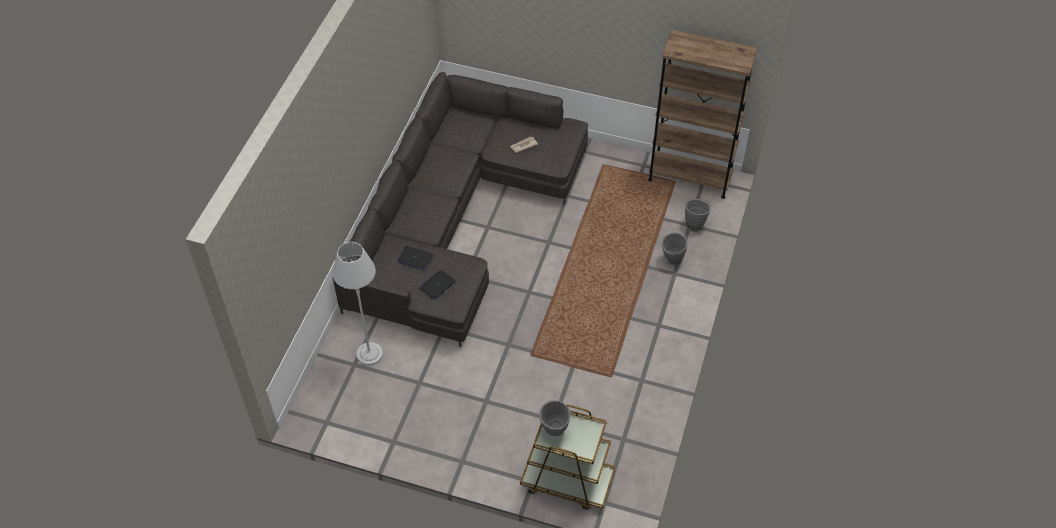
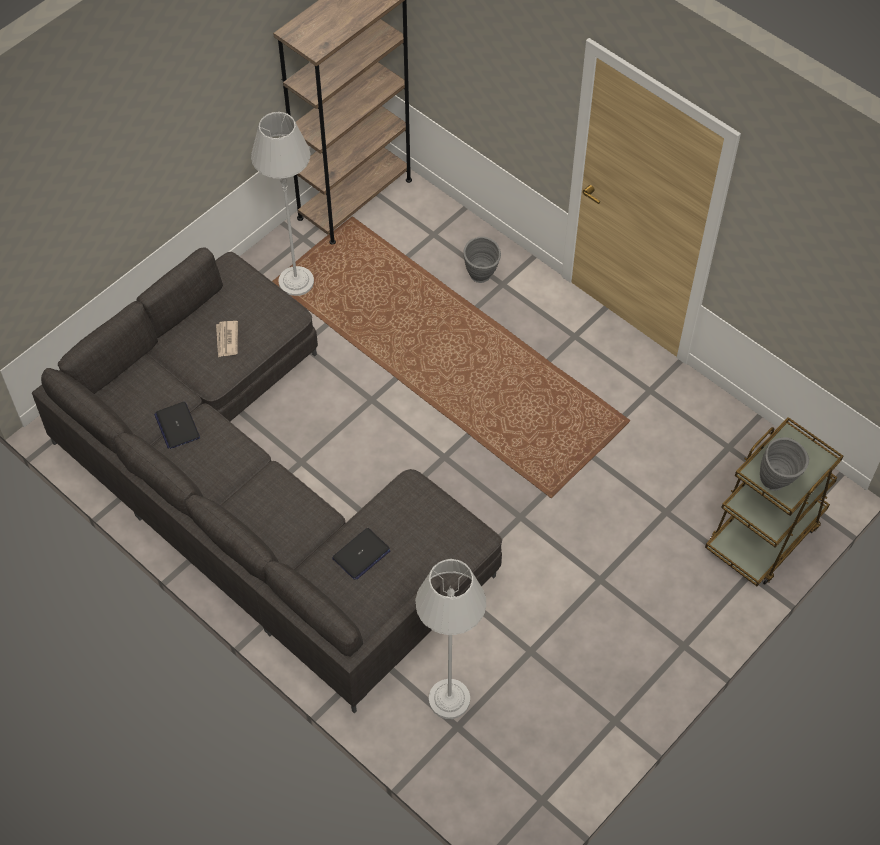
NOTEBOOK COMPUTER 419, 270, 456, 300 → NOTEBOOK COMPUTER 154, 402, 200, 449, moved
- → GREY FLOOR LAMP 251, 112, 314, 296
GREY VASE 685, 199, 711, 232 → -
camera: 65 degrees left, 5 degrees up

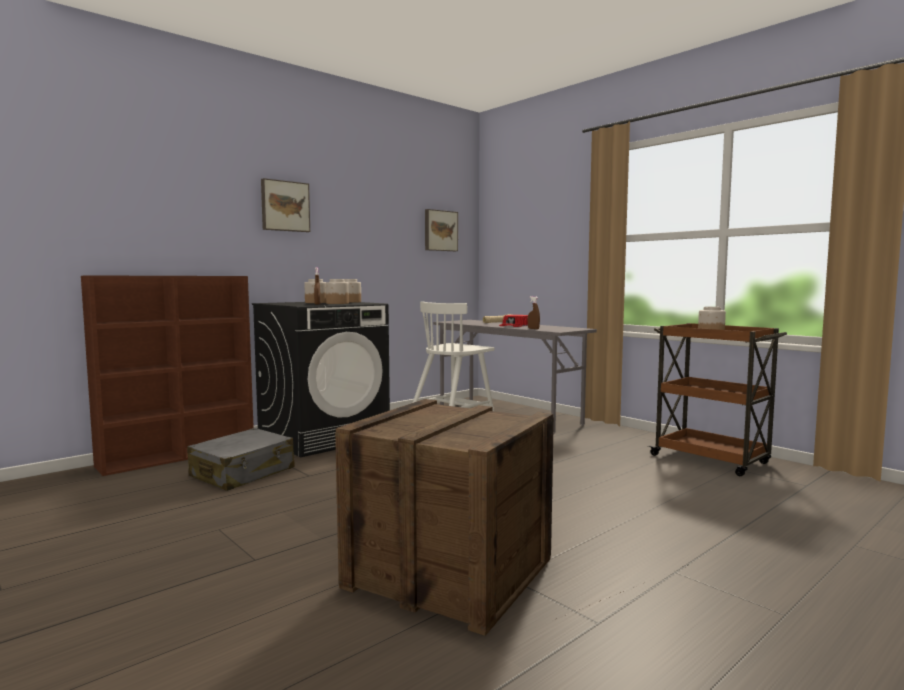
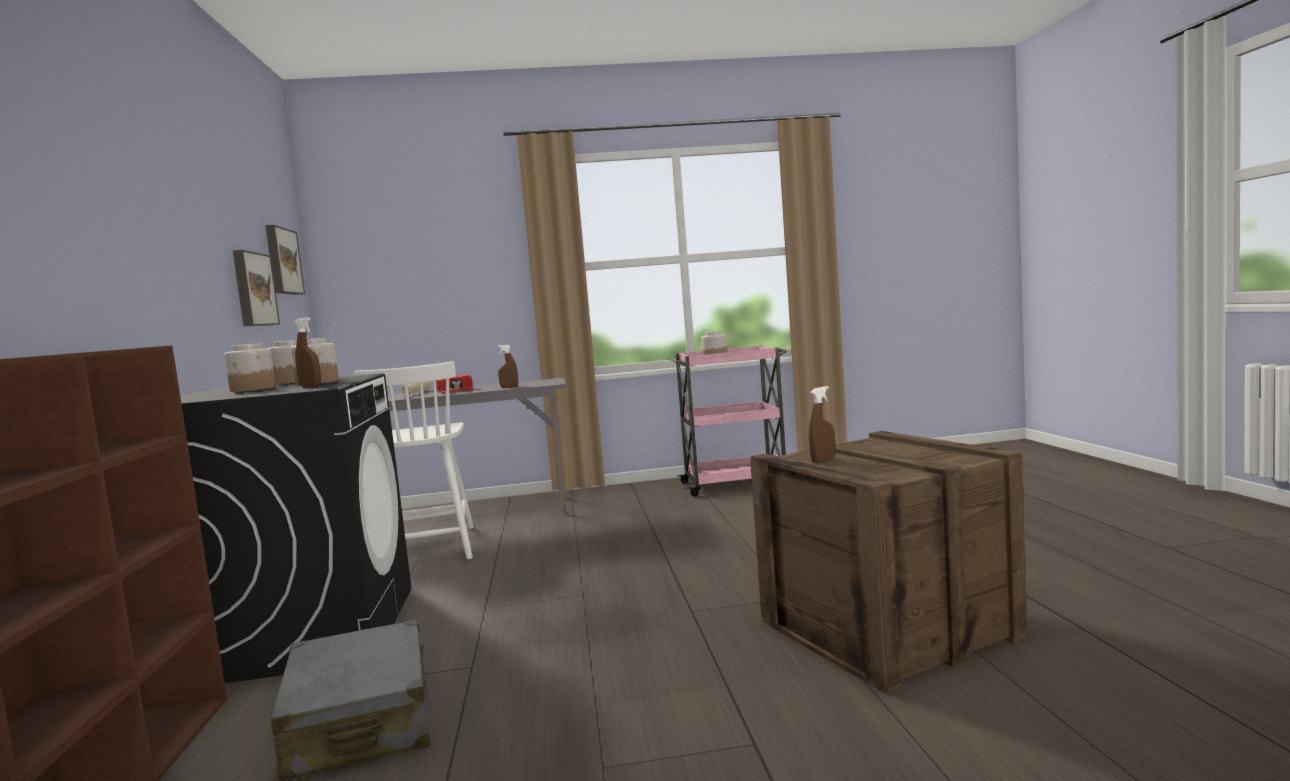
PICTURE 261, 178, 310, 232 → PICTURE 233, 250, 280, 326, moved
BROWN TROLLEY 648, 323, 787, 476 → PINK TROLLEY 668, 345, 787, 496
- → BROWN SPRAYER 808, 386, 835, 463
camera: 55 degrees left, 0 degrees up

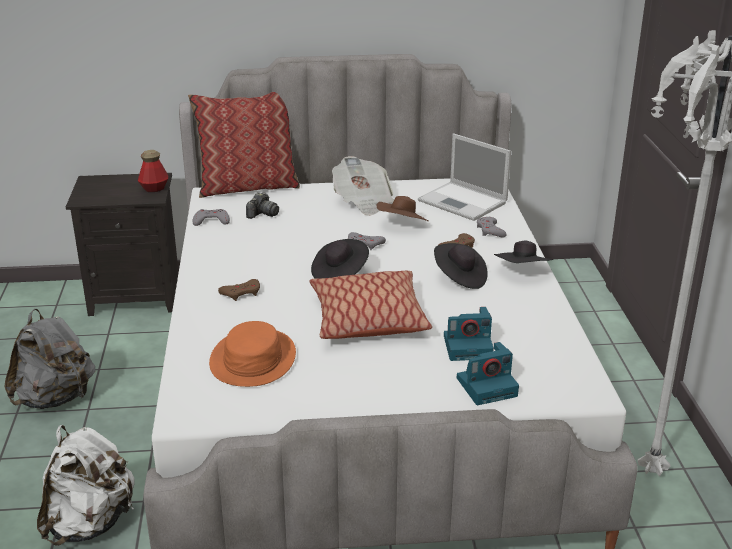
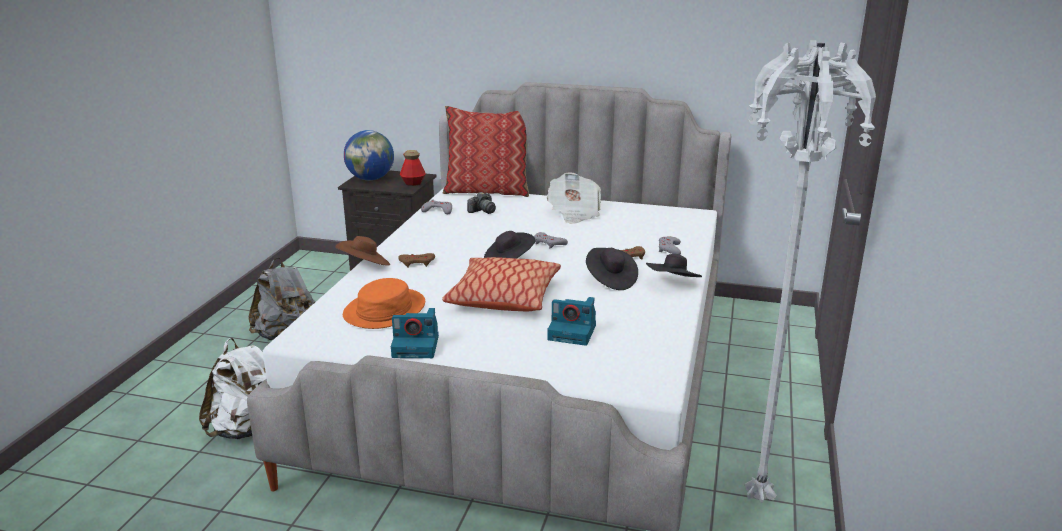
BROWN CLOTHING HAT 376, 196, 429, 221 → BROWN CLOTHING HAT 335, 236, 390, 266, moved
- → DESK GLOBE 344, 130, 394, 180
PHOTO CAMERA 457, 342, 519, 405 → PHOTO CAMERA 391, 308, 439, 358, moved
NOTEBOOK COMPUTER 418, 134, 511, 221 → -
camera: 20 degrees right, 5 degrees down

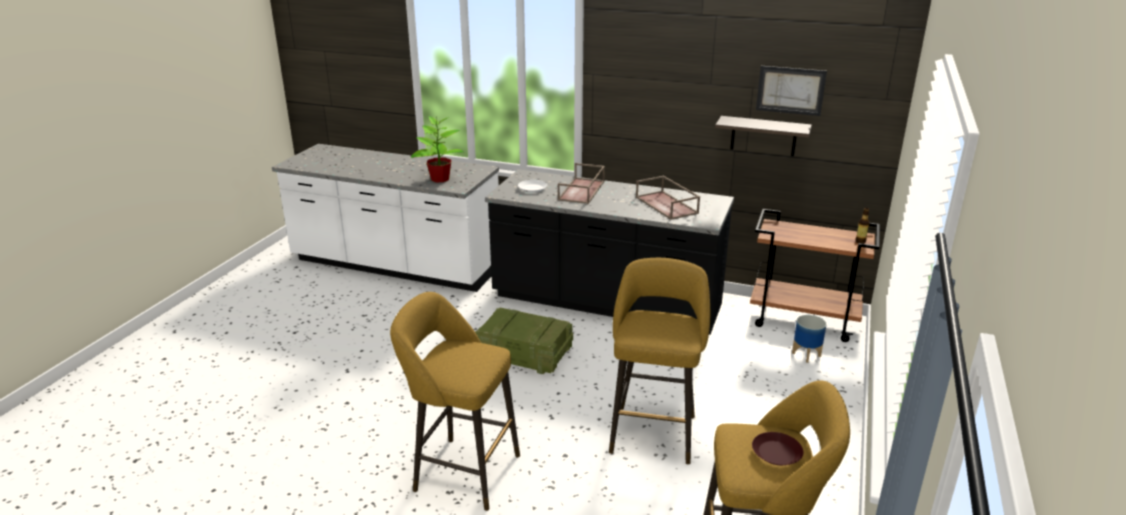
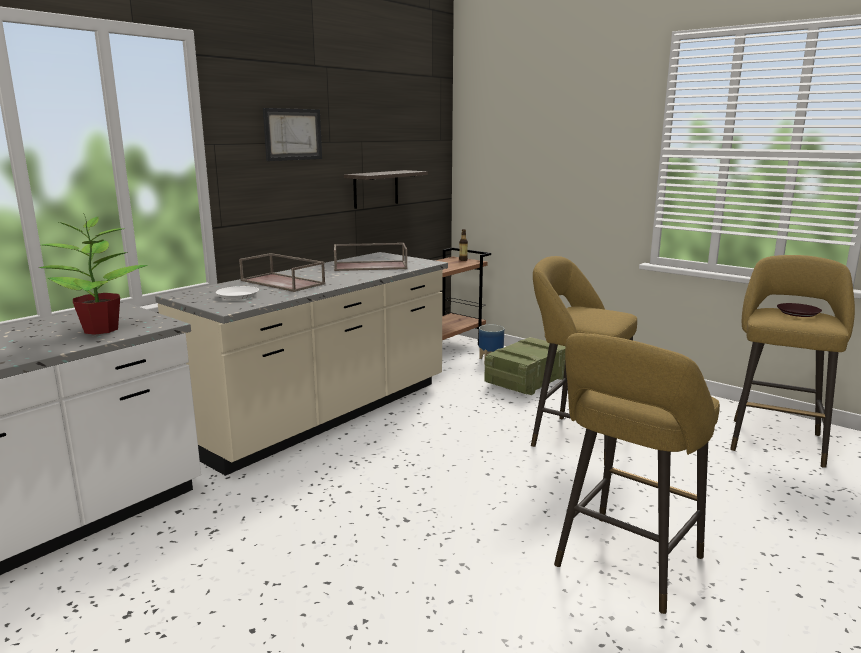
BLACK-COLOURED KITCHEN COUNTER 485, 169, 734, 335 → BEIGE-COLOURED KITCHEN COUNTER 155, 252, 448, 476
PICTURE 756, 66, 827, 116 → PICTURE 263, 108, 322, 161, moved
PACKING CRATE 475, 307, 573, 374 → PACKING CRATE 484, 337, 565, 395, moved
camera: 70 degrees left, 10 degrees down

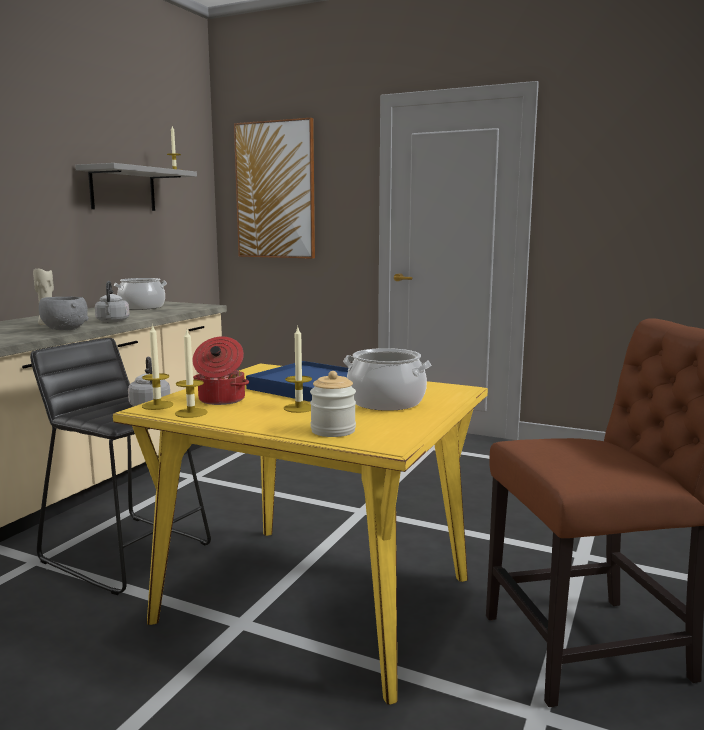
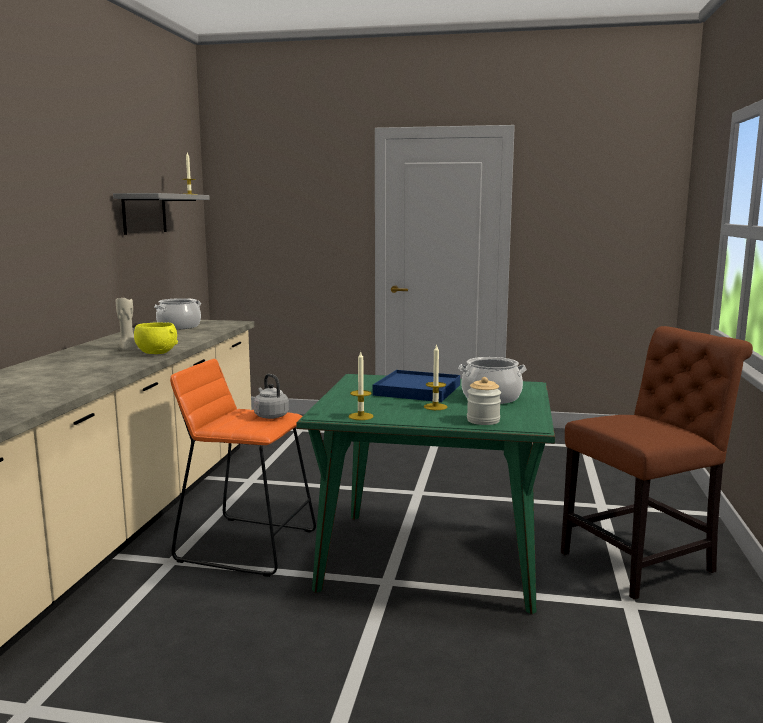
GREY DEEP DISH 39, 297, 89, 330 → YELLOWISH DEEP DISH 134, 322, 178, 354
BLACK-COLOURED STOOL 30, 338, 211, 595 → ORANGE-COLOURED STOOL 170, 359, 316, 577
YELLOWISH DINNER TABLE 113, 364, 488, 705 → GREEN-COLOURED DINNER TABLE 297, 374, 555, 614
GREY KETTLE 95, 281, 130, 322 → -
WAX LIGHT 142, 324, 173, 410 → -
STOCKPOT 193, 336, 249, 405 → -
PICTURE 234, 118, 315, 259 → -
camera: 15 degrees left, 0 degrees up

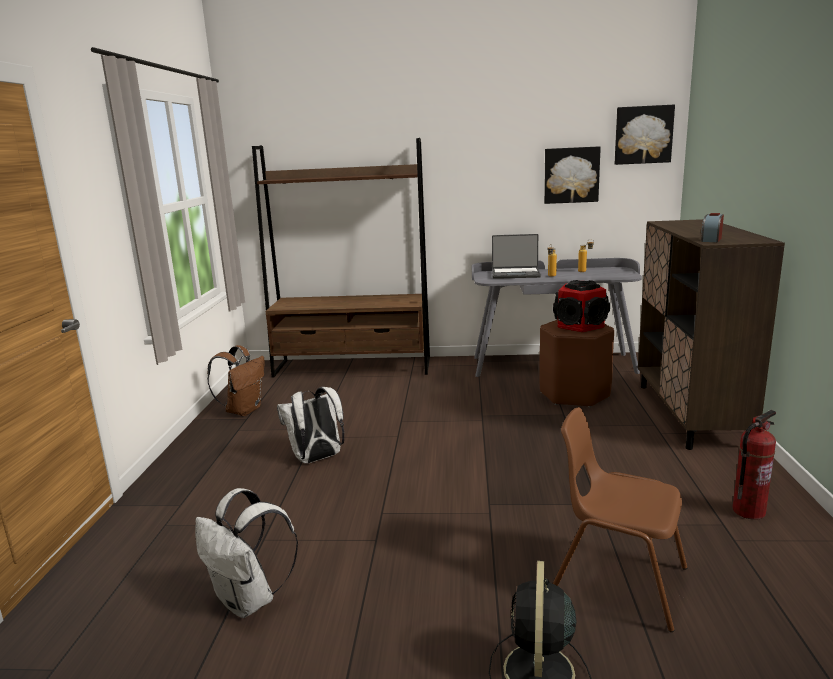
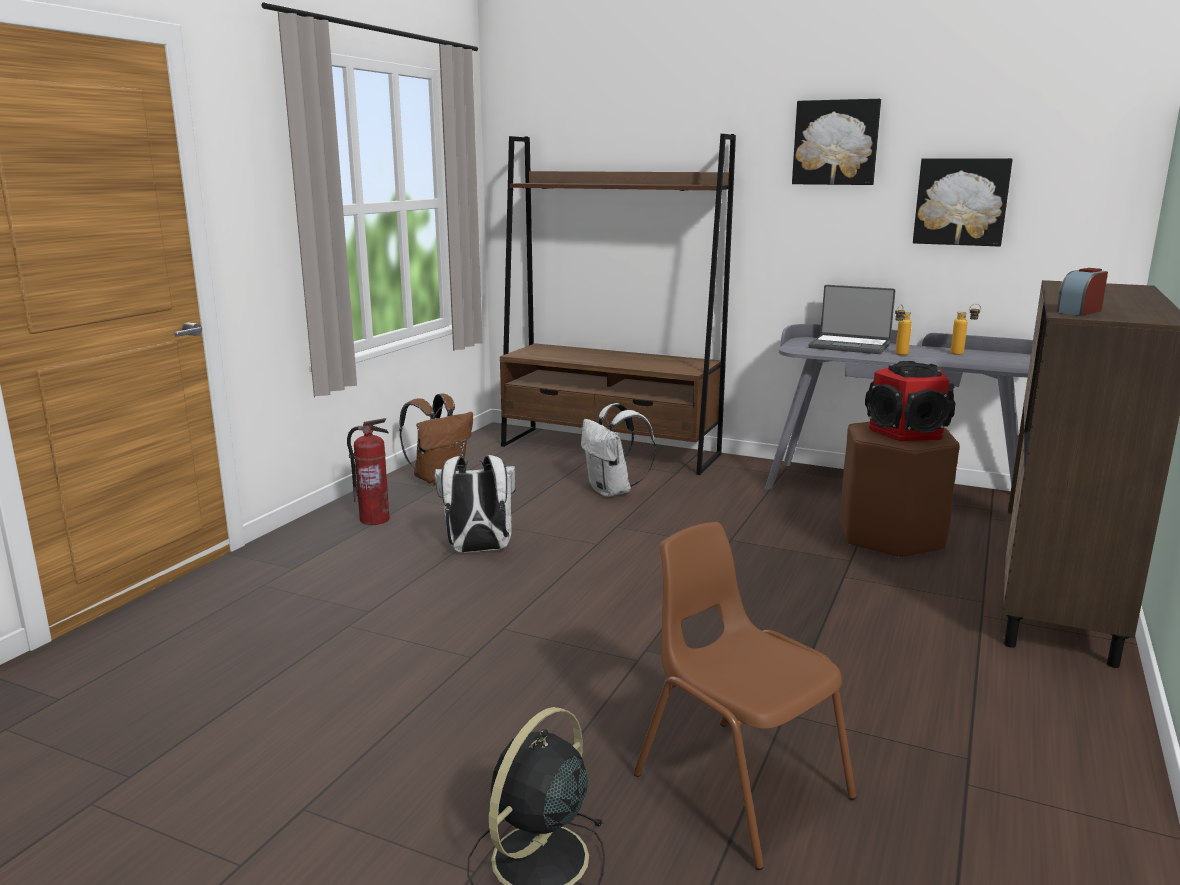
FIRE EXTINGUISHER 732, 410, 776, 520 → FIRE EXTINGUISHER 347, 418, 390, 525, moved
WHITE KNAPSACK 195, 488, 298, 618 → WHITE KNAPSACK 581, 403, 656, 497, moved
PICTURE 615, 105, 675, 165 → PICTURE 792, 99, 881, 185, moved
camera: 20 degrees right, 0 degrees up

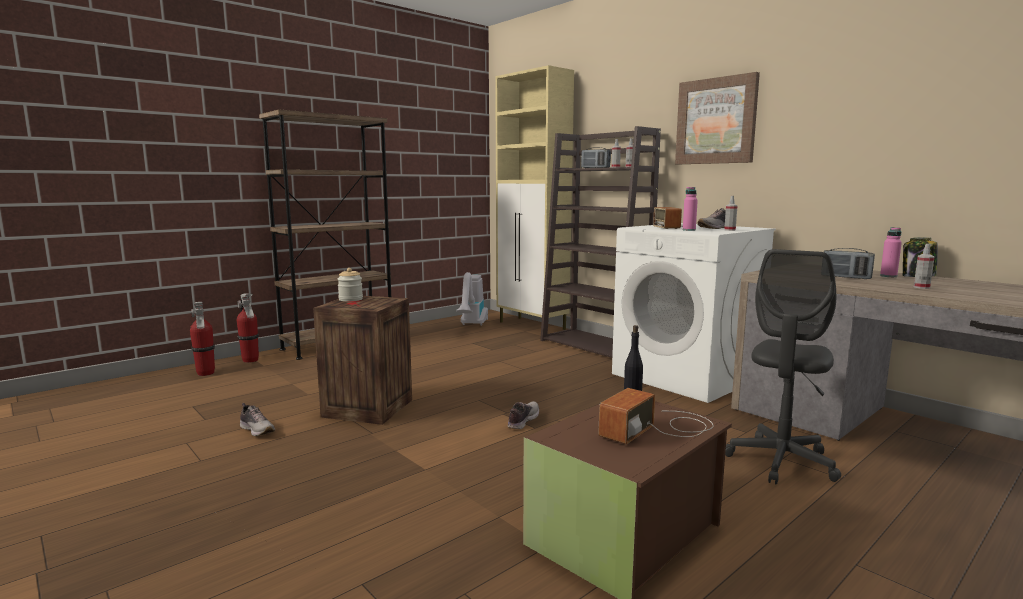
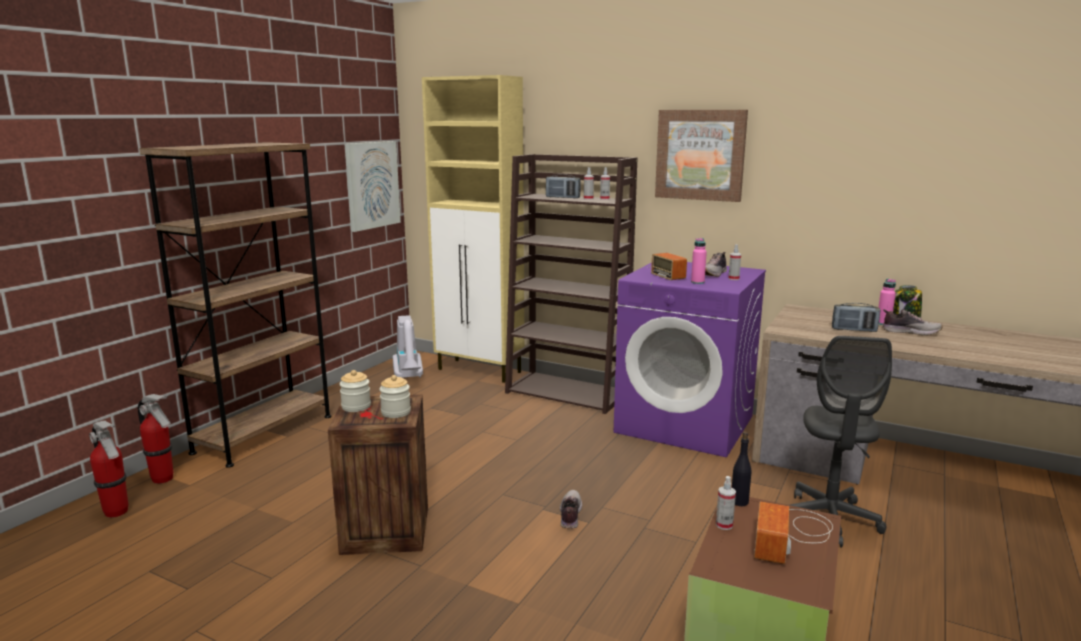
- → PICTURE 344, 141, 401, 232
- → PRESERVE JAR 379, 375, 411, 418
WHITE LAUNDRY APPLIANCE 612, 223, 776, 403 → PURPLE LAUNDRY APPLIANCE 614, 262, 766, 458
SPRAYER 914, 244, 935, 289 → SPRAYER 716, 476, 736, 530, moved
ITEM OF FOOTWEAR 240, 403, 275, 436 → ITEM OF FOOTWEAR 883, 309, 942, 335, moved
camera: 20 degrees left, 5 degrees up

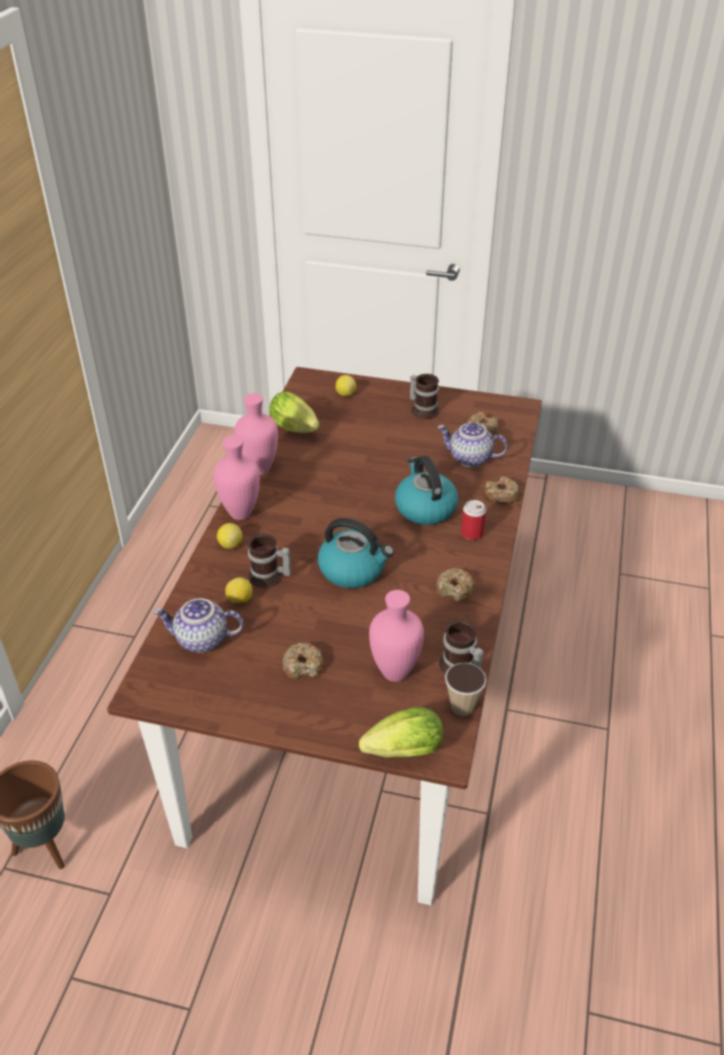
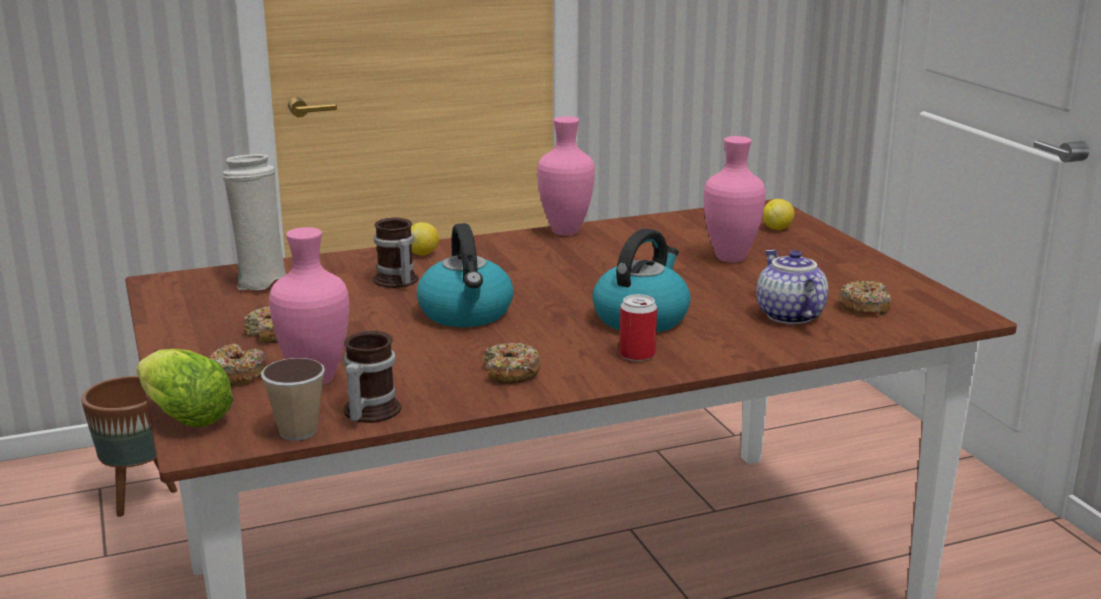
DOUGHNUT 485, 477, 520, 505 → DOUGHNUT 207, 344, 267, 386, moved
POT FOR TEA 154, 598, 243, 653 → WHITE VASE 223, 154, 286, 290
PINK VASE 213, 436, 260, 520 → PINK VASE 704, 136, 766, 262, moved
WHOLE LEMON 225, 577, 252, 603 → -
LETTUCE HEAD 269, 391, 320, 433 → -
TEA MUG 410, 374, 439, 419 → -
camera: 55 degrees right, 20 degrees down

